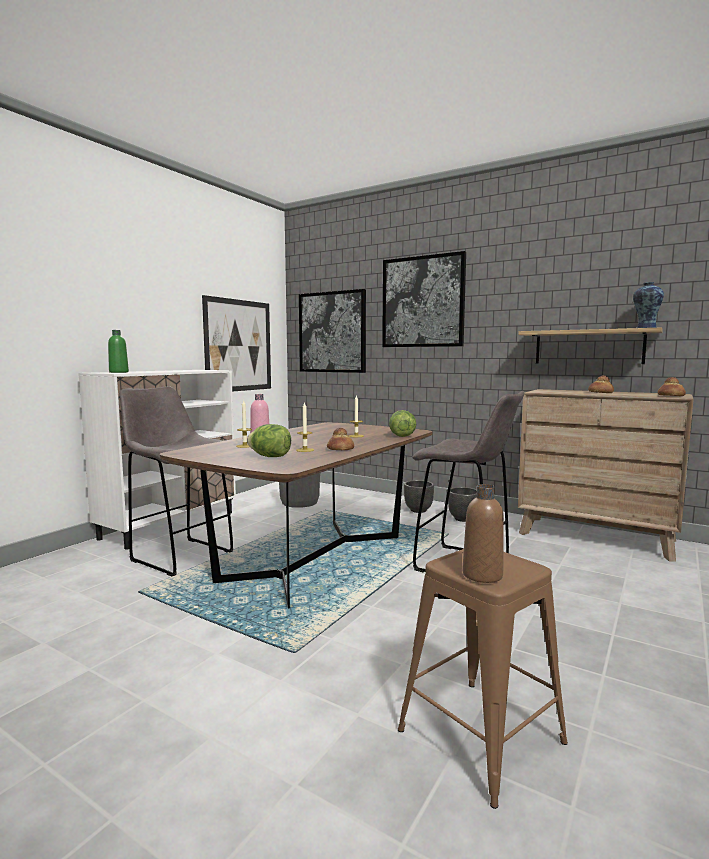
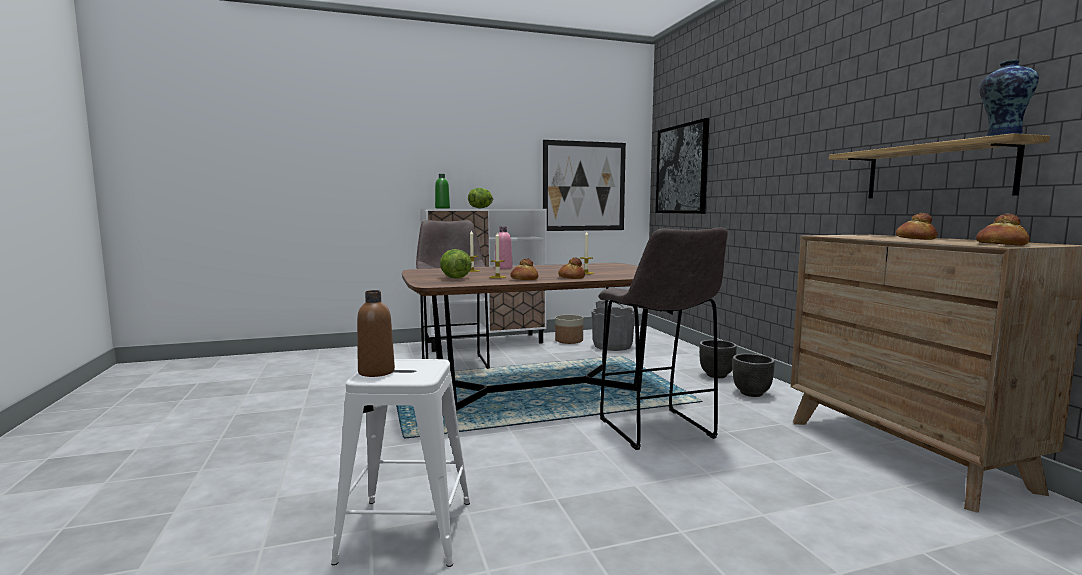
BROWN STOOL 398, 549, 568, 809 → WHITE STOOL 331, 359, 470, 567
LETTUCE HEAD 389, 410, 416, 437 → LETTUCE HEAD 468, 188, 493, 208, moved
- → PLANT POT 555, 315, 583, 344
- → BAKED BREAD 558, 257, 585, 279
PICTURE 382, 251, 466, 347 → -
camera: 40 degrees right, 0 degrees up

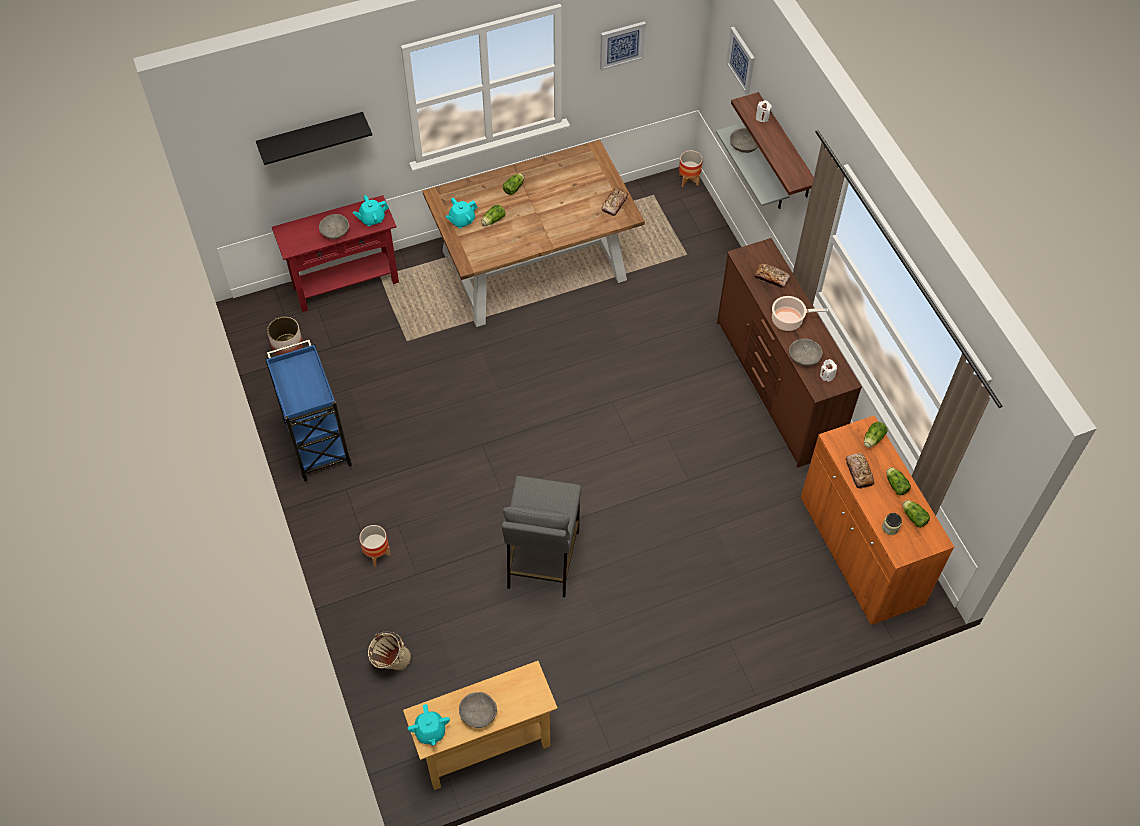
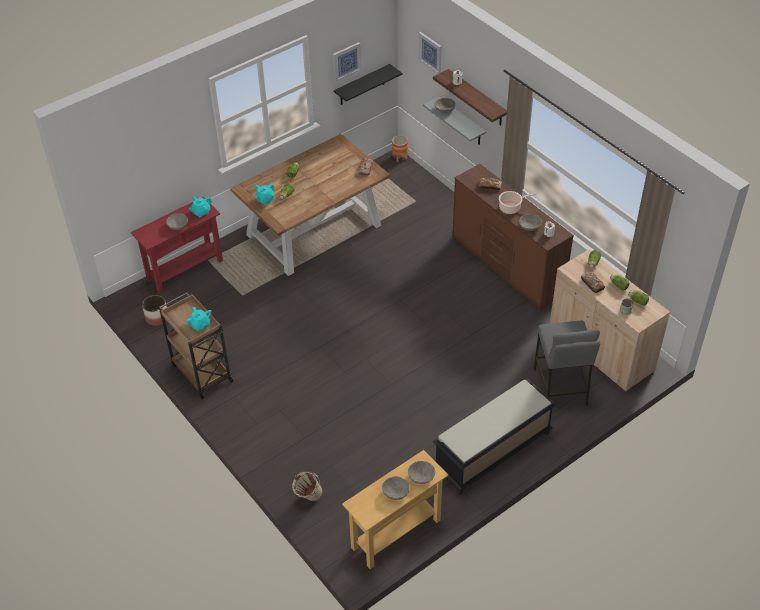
BLUE TROLLEY 265, 340, 352, 482 → BROWN TROLLEY 159, 293, 234, 399
TURQUOISE-COLOURED POT FOR TEA 407, 704, 450, 745 → TURQUOISE-COLOURED POT FOR TEA 186, 307, 212, 331, moved
BLACK-COLOURED BRACKET SHELF 256, 112, 372, 165 → BLACK-COLOURED BRACKET SHELF 334, 64, 402, 105, moved
- → GREY DEEP DISH 408, 461, 435, 484
- → BLACK-COLOURED BENCH 433, 379, 557, 494
GREY STOOL 502, 476, 581, 597 → GREY STOOL 534, 321, 600, 406, moved
ORANGE-COLOURED CUPBOARD 800, 415, 954, 625 → BEIGE-COLOURED CUPBOARD 550, 249, 670, 391
PLANT POT 359, 525, 391, 566 → -
camera: 15 degrees left, 10 degrees down

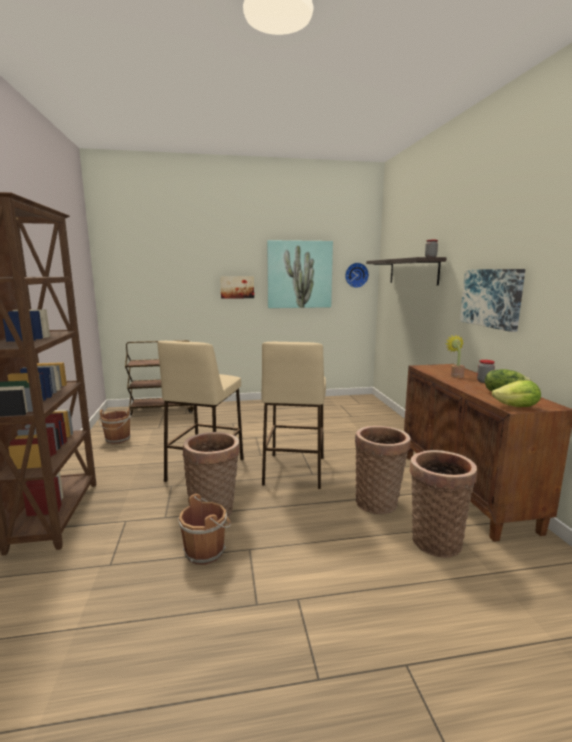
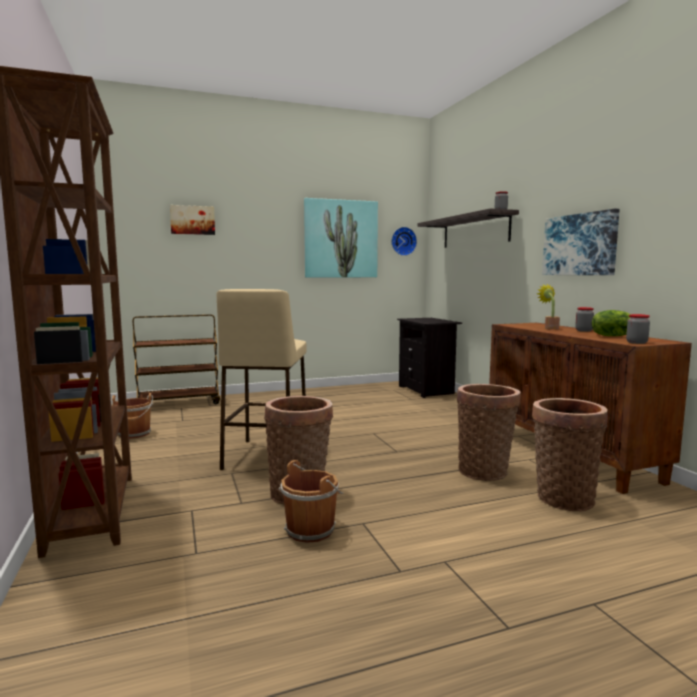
PICTURE 220, 276, 254, 299 → PICTURE 170, 205, 215, 235, moved
- → BLACK-COLOURED NIGHTSTAND 397, 318, 462, 398
LETTUCE HEAD 492, 380, 541, 407 → PRESERVE JAR 626, 314, 650, 344
BEIGE-COLOURED STOOL 262, 342, 326, 489 → -
camera: 10 degrees left, 5 degrees down

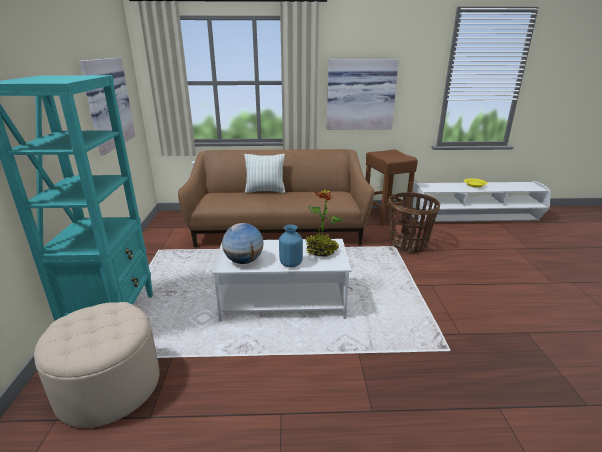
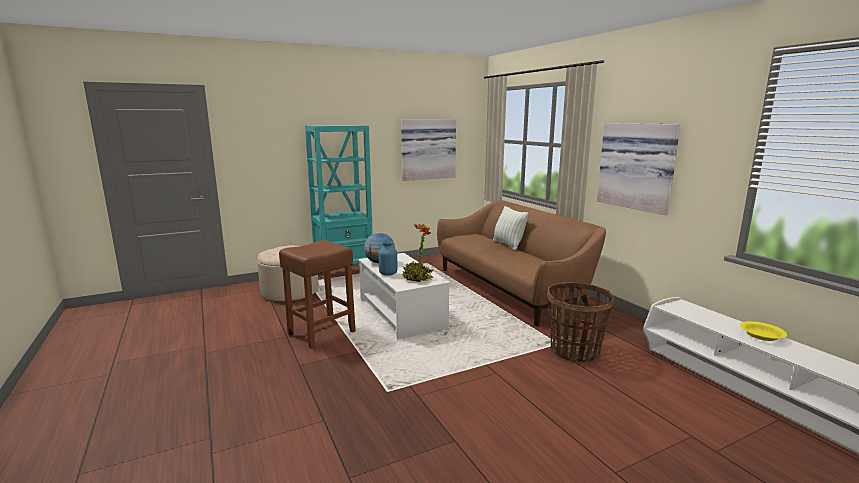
BROWN STOOL 366, 150, 418, 226 → BROWN STOOL 279, 240, 356, 349, moved
camera: 65 degrees right, 10 degrees down

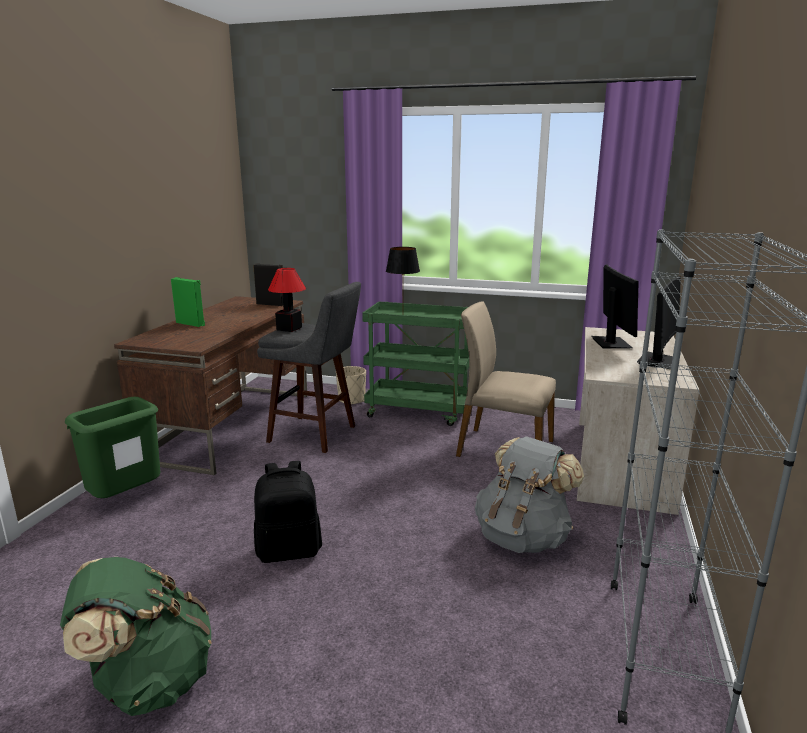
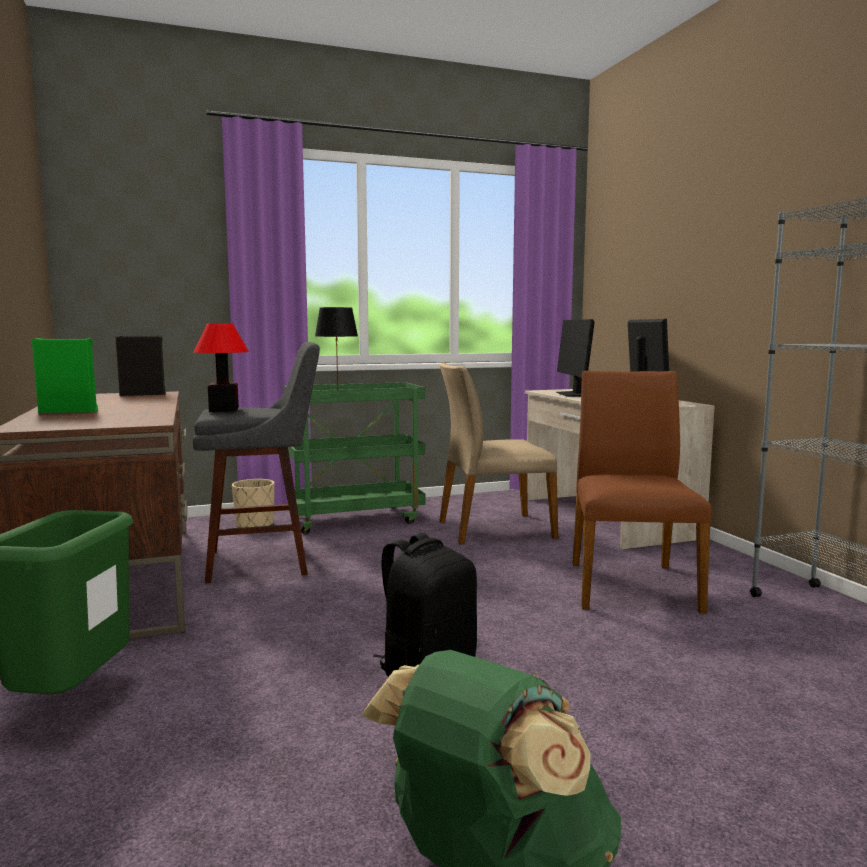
COMPUTER SCREEN 591, 265, 639, 349 → COMPUTER SCREEN 556, 319, 595, 397, 150 degrees counterclockwise
GREY KNAPSACK 475, 436, 584, 553 → BROWN CHAIR 572, 371, 711, 614
camera: 35 degrees left, 10 degrees down

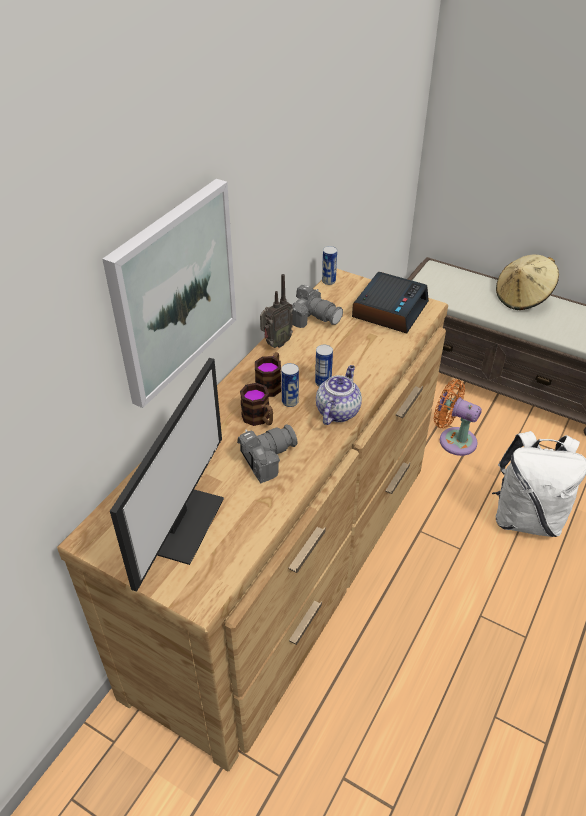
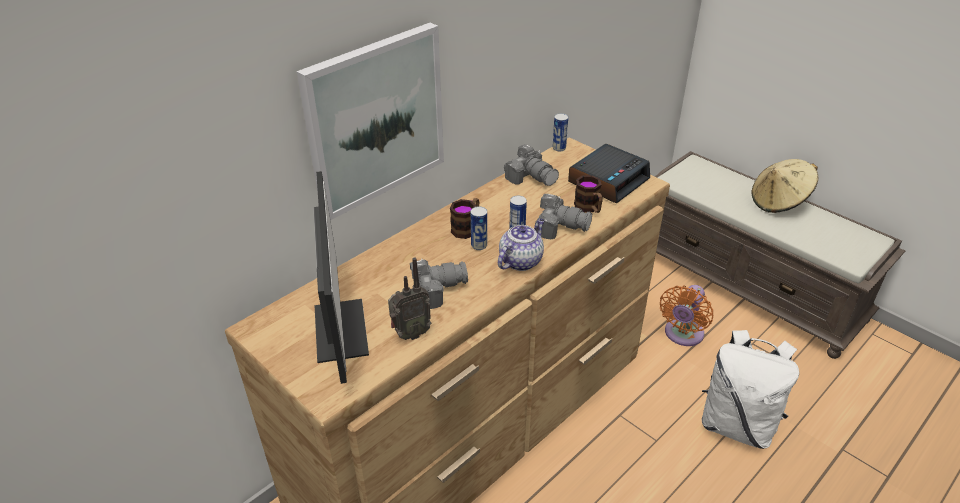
COMPUTER SCREEN 110, 358, 224, 591 → COMPUTER SCREEN 313, 171, 369, 384, 45 degrees counterclockwise
RADIO SET 260, 274, 293, 348 → RADIO SET 388, 257, 432, 340, moved
- → PHOTO CAMERA 535, 194, 592, 239
TEA MUG 240, 383, 273, 426 → TEA MUG 574, 175, 603, 213, moved
ORANGE-COLOURED FAN 434, 379, 482, 456 → ORANGE-COLOURED FAN 660, 285, 713, 346, 105 degrees counterclockwise
camera: 15 degrees right, 5 degrees down

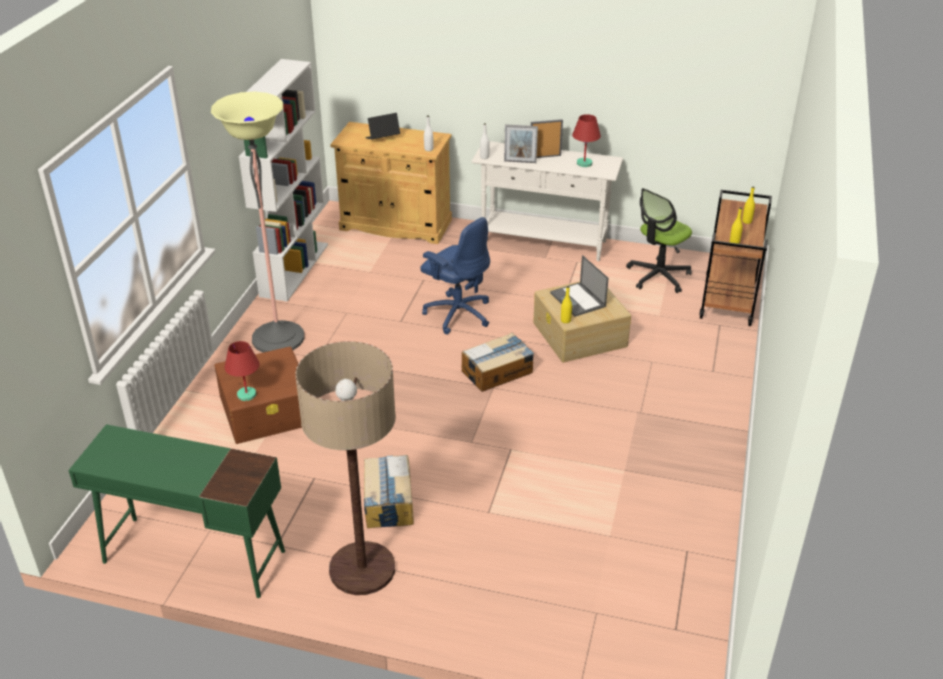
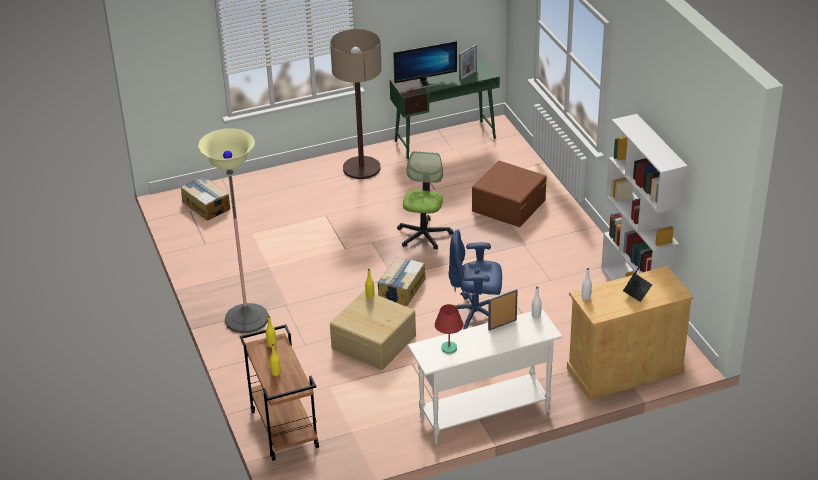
CARTON 364, 455, 414, 528 → CARTON 181, 176, 230, 221, moved
FLOOR LAMP 211, 92, 304, 353 → FLOOR LAMP 198, 128, 269, 333, moved
- → COMPUTER SCREEN 393, 40, 457, 90
DESK CHAIR 626, 188, 692, 293 → DESK CHAIR 397, 151, 453, 249, moved
PHOTO FRAME 531, 119, 563, 158 → PHOTO FRAME 459, 44, 477, 81, moved
RED-COLOURED TABLETOP LAMP 224, 341, 260, 401 → -
NOTEBOOK COMPUTER 550, 255, 609, 317 → -
camera: 145 degrees right, 0 degrees up

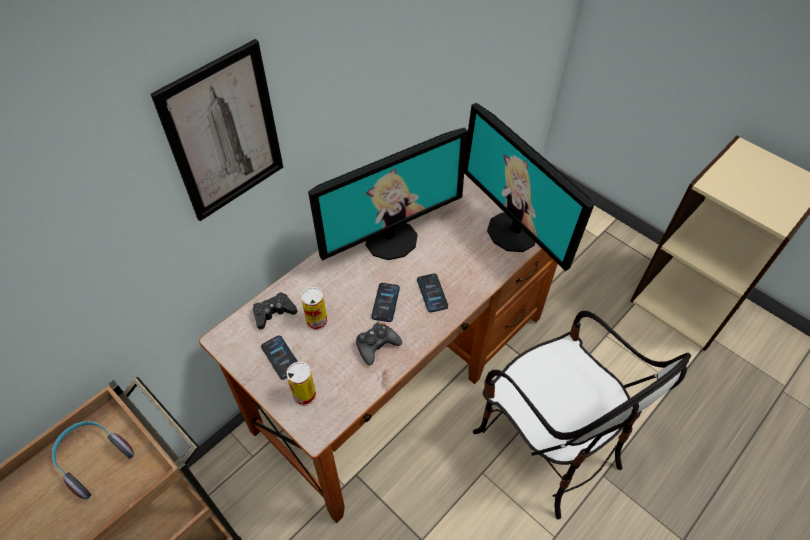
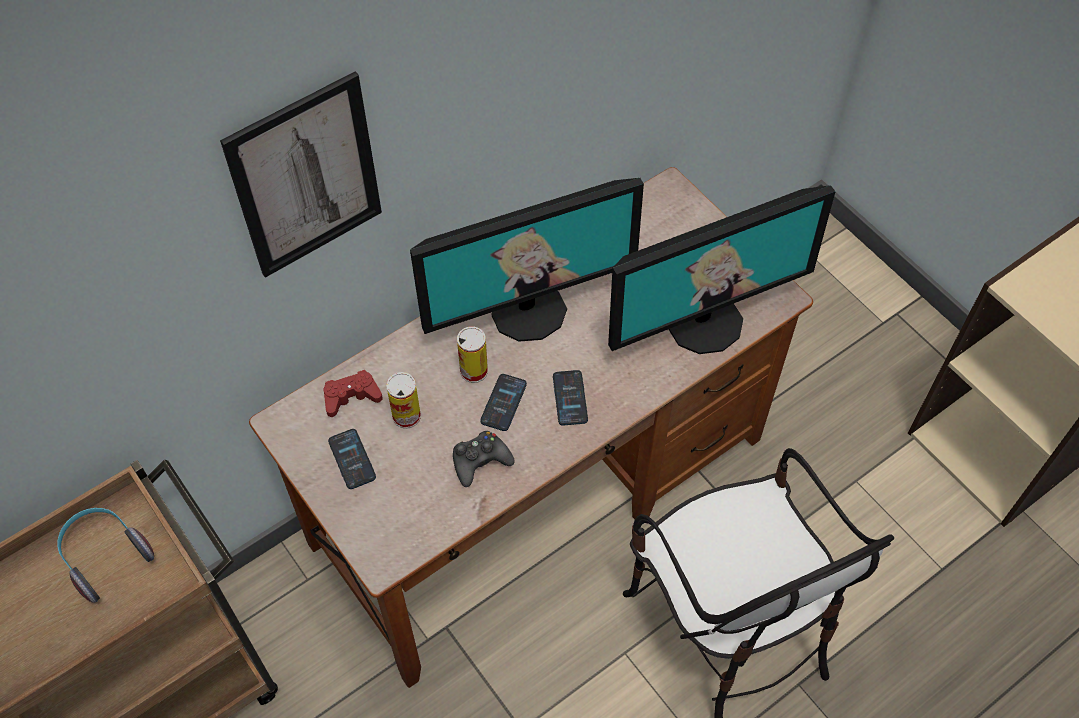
BLACK-COLOURED GAME CONTROLLER 253, 292, 297, 329 → RED-COLOURED GAME CONTROLLER 323, 370, 383, 417
SEALED CAN 287, 362, 316, 406 → SEALED CAN 457, 326, 488, 383, moved
COMPUTER SCREEN 464, 103, 594, 271 → COMPUTER SCREEN 608, 185, 836, 354, 90 degrees counterclockwise
camera: 10 degrees right, 5 degrees up

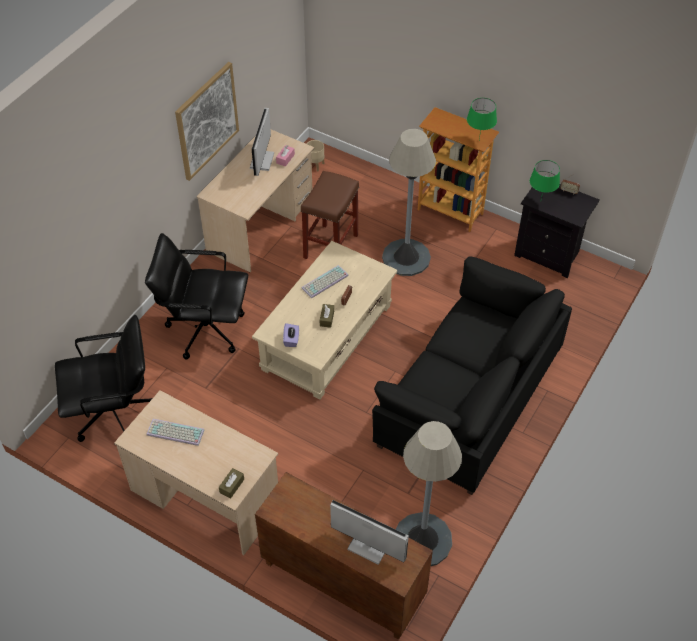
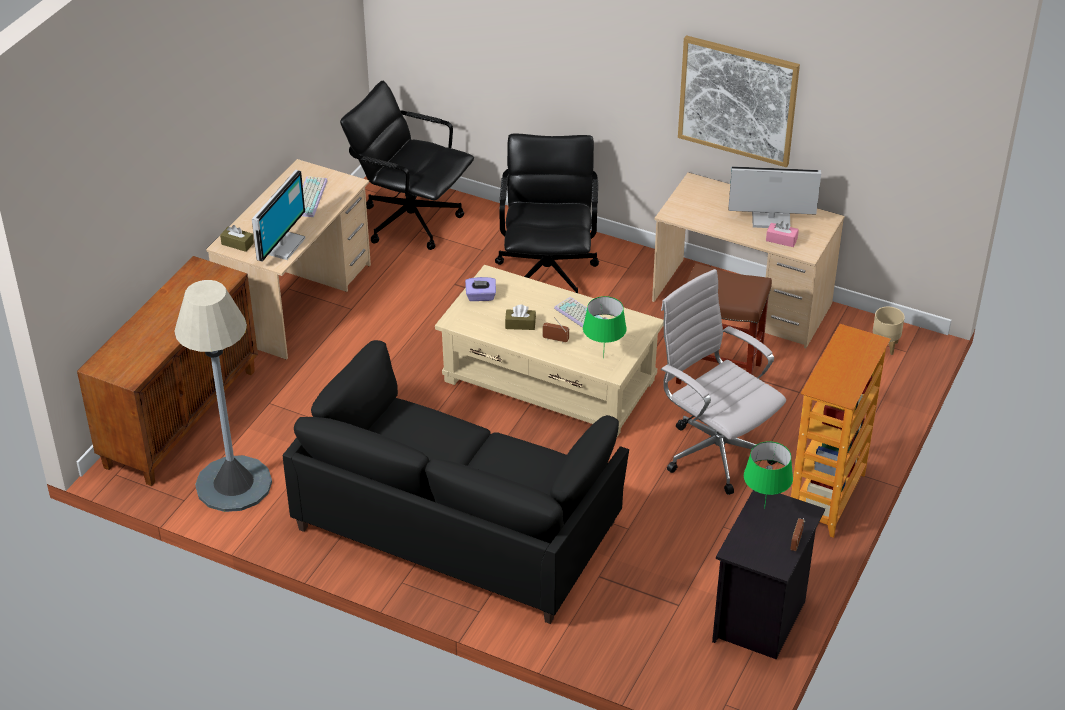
COMPUTER SCREEN 330, 500, 409, 565 → COMPUTER SCREEN 252, 170, 305, 262, moved
BLACK-COLOURED DESK CHAIR 55, 315, 153, 442 → BLACK-COLOURED DESK CHAIR 340, 81, 474, 250, 135 degrees clockwise
GREEN-COLOURED TABLETOP LAMP 467, 98, 497, 140 → GREEN-COLOURED TABLETOP LAMP 583, 296, 627, 358, moved
GREY FLOOR LAMP 382, 129, 436, 276 → WHITE DESK CHAIR 661, 269, 786, 495
camera: 85 degrees right, 10 degrees down

